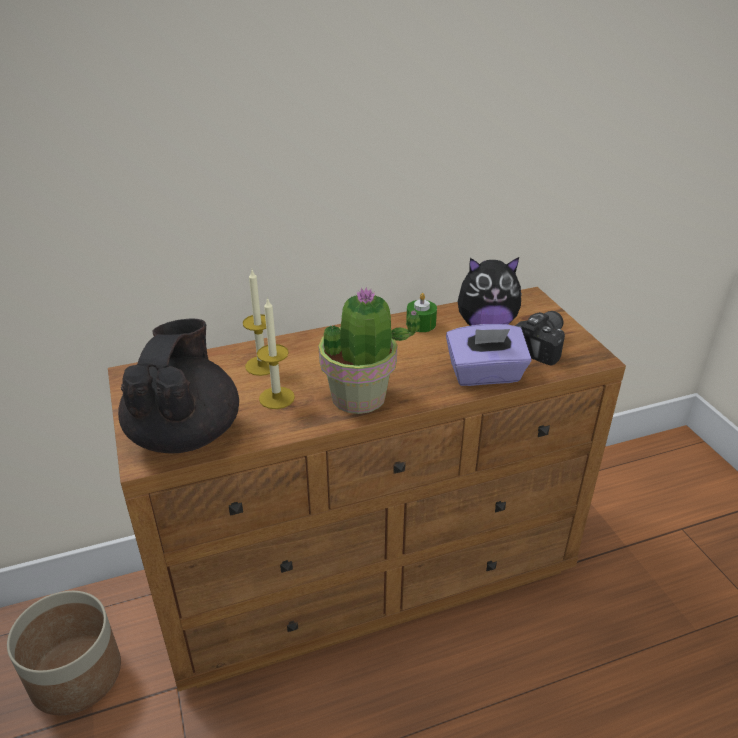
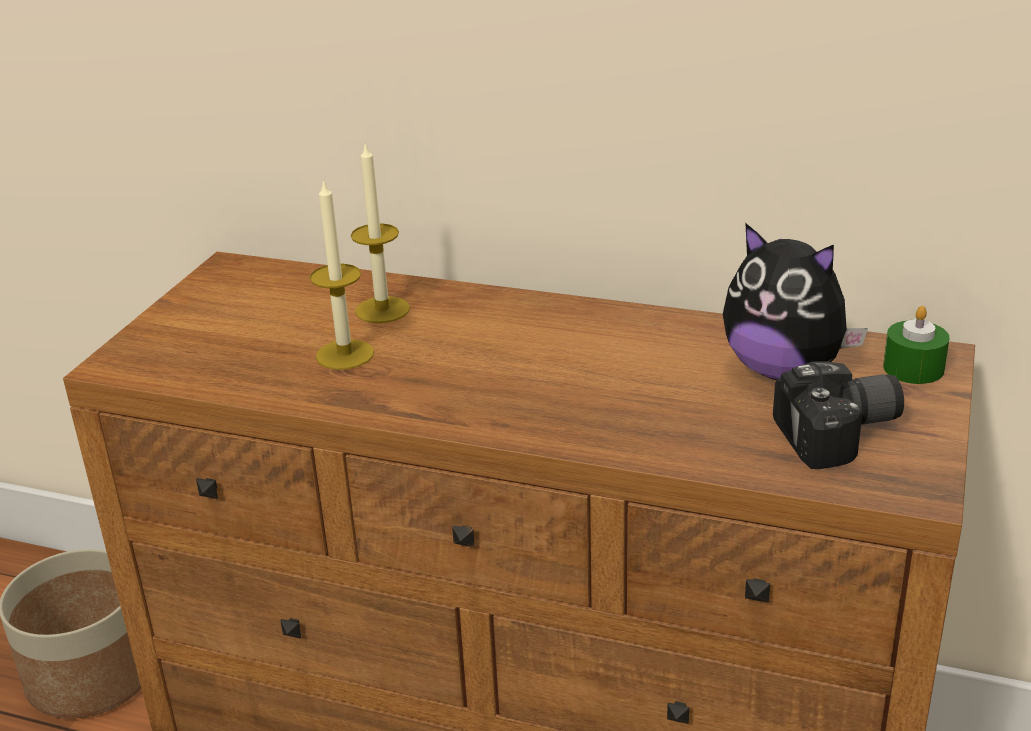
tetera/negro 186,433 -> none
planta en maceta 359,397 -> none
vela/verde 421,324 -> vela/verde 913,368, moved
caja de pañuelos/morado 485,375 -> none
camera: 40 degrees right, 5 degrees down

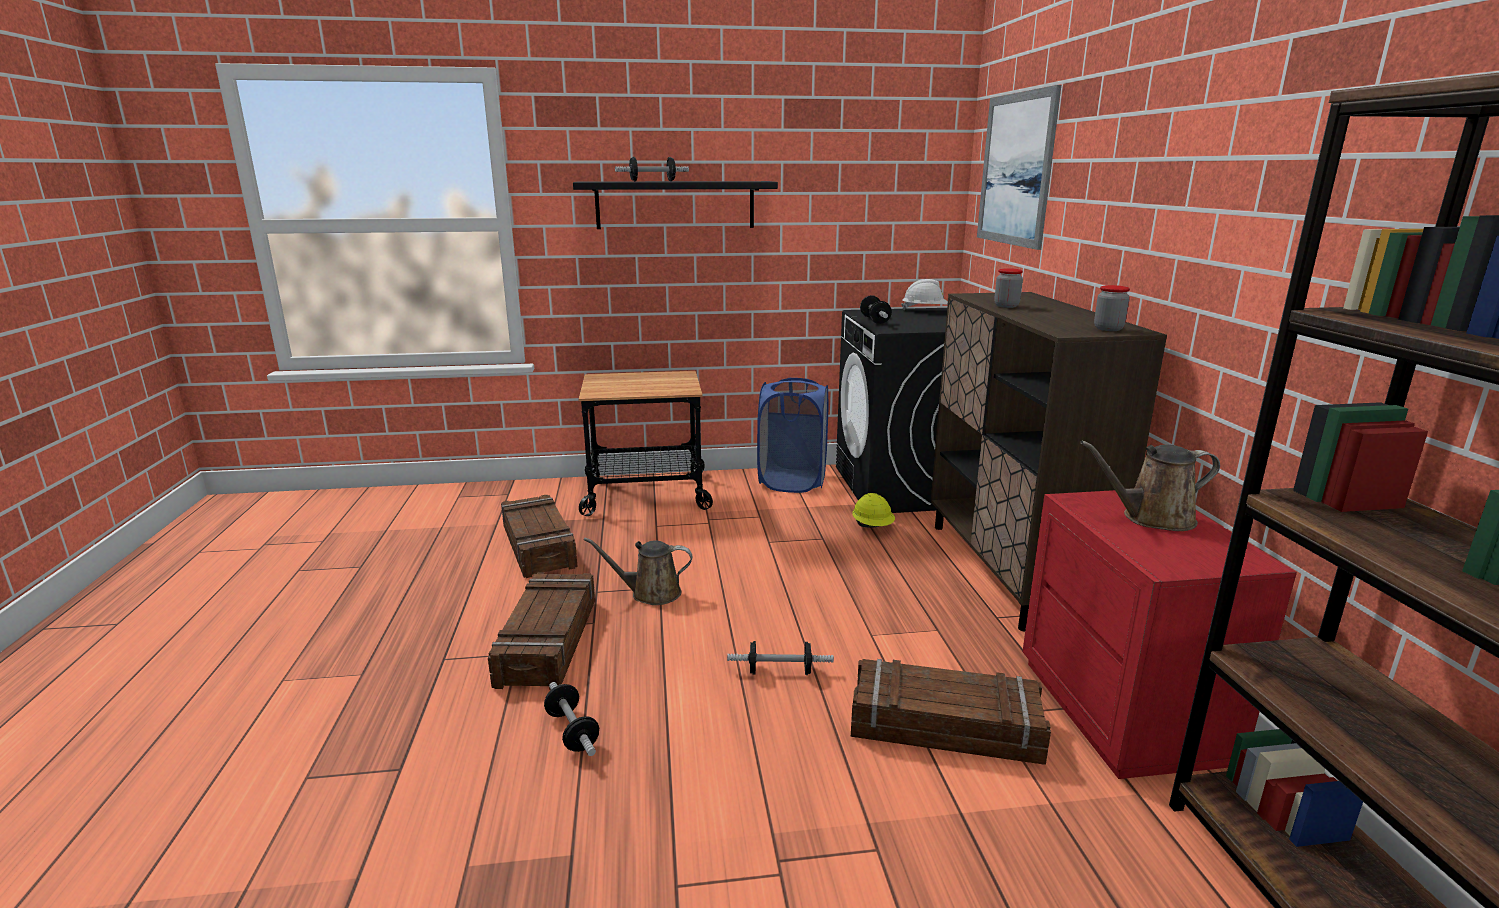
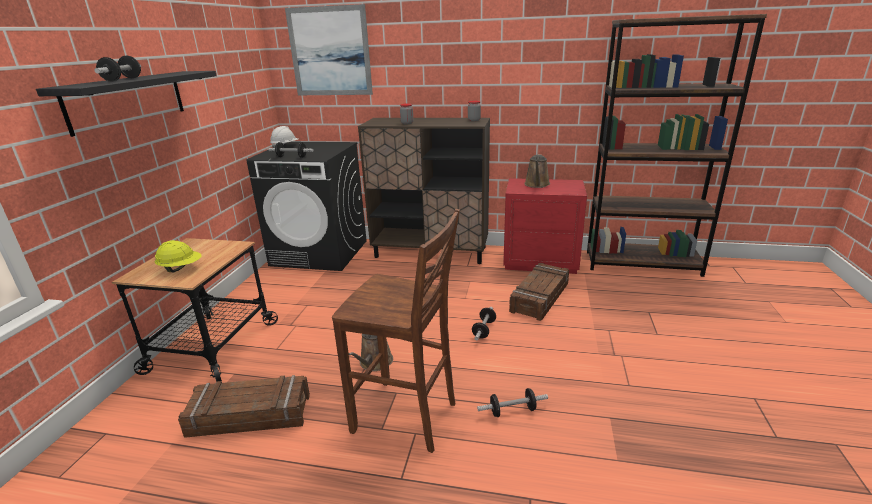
caja de embalaje 546,641 -> taburete/marrón 407,417
cesto de la ropa/azul 792,481 -> none
casco/amarillo 873,527 -> casco/amarillo 181,269, moved
camera: 70 degrees left, 5 degrees up

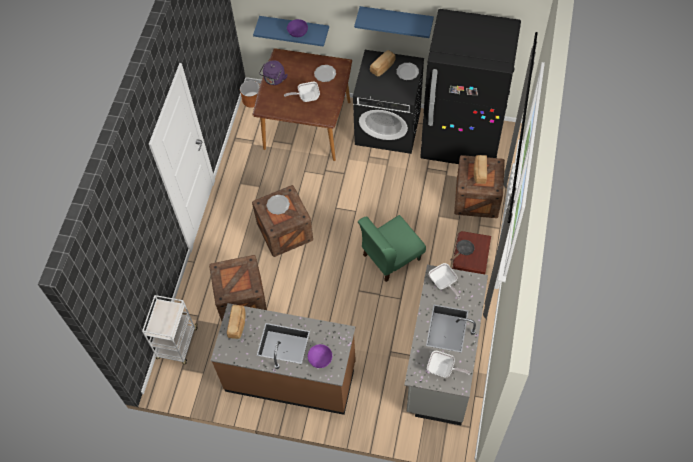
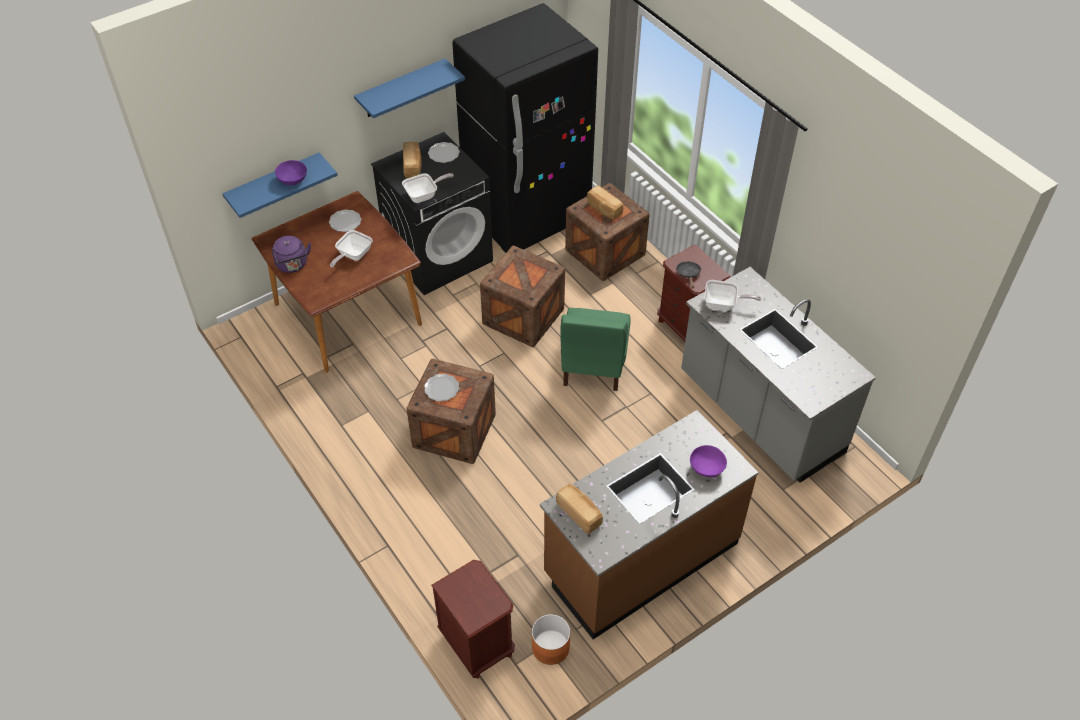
carrito/blanco 177,344 -> mesita de noche/marrón 477,644
caja de embalaje 241,299 -> caja de embalaje 523,316, moved
maceta/naranja 252,99 -> maceta/naranja 550,647, moved
sartén 443,369 -> sartén 424,195, moved
camera: 50 degrees left, 10 degrees down

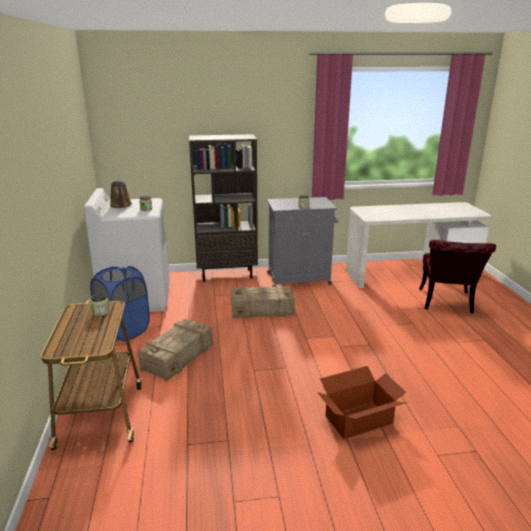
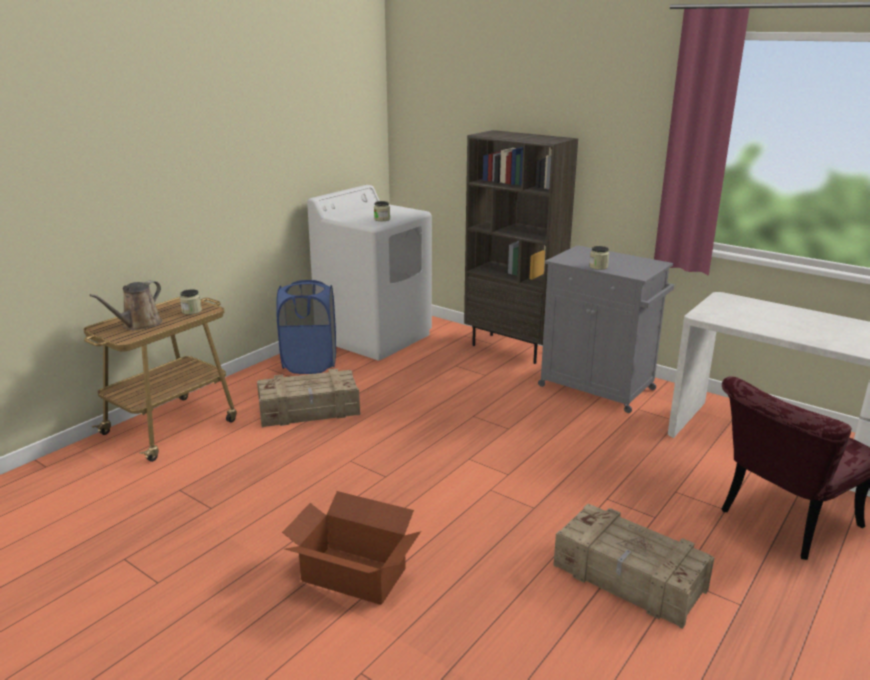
regadera/marrón 121,205 -> regadera/marrón 139,325, moved
caja de embalaje 262,310 -> caja de embalaje 629,578, moved
camera: 45 degrees right, 0 degrees up

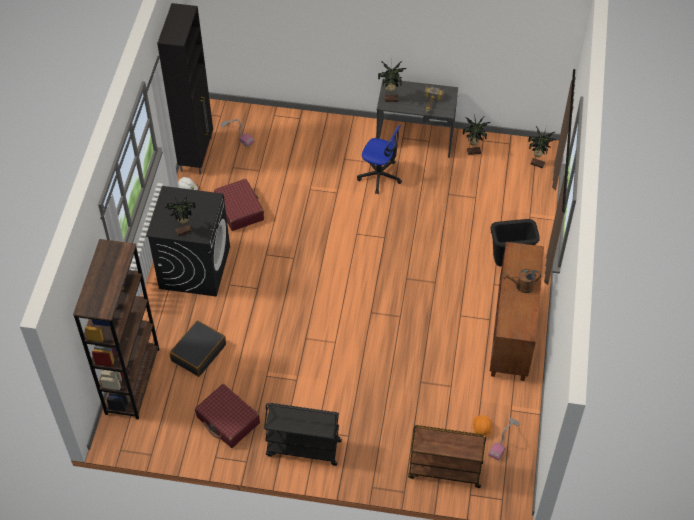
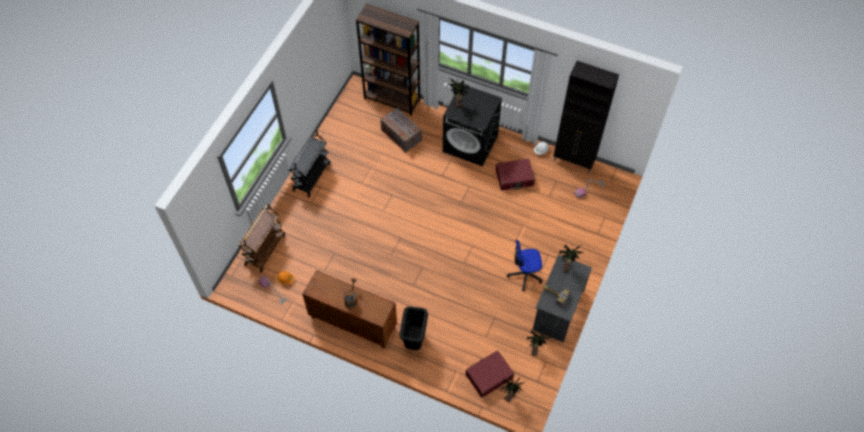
maleta/negro 198,352 -> caja de embalaje 401,135
maleta/rojo 228,420 -> maleta/rojo 489,376, moved
silla de oficina 379,176 -> silla de oficina 524,274, 45 degrees clockwise
camera: 105 degrees right, 5 degrees up

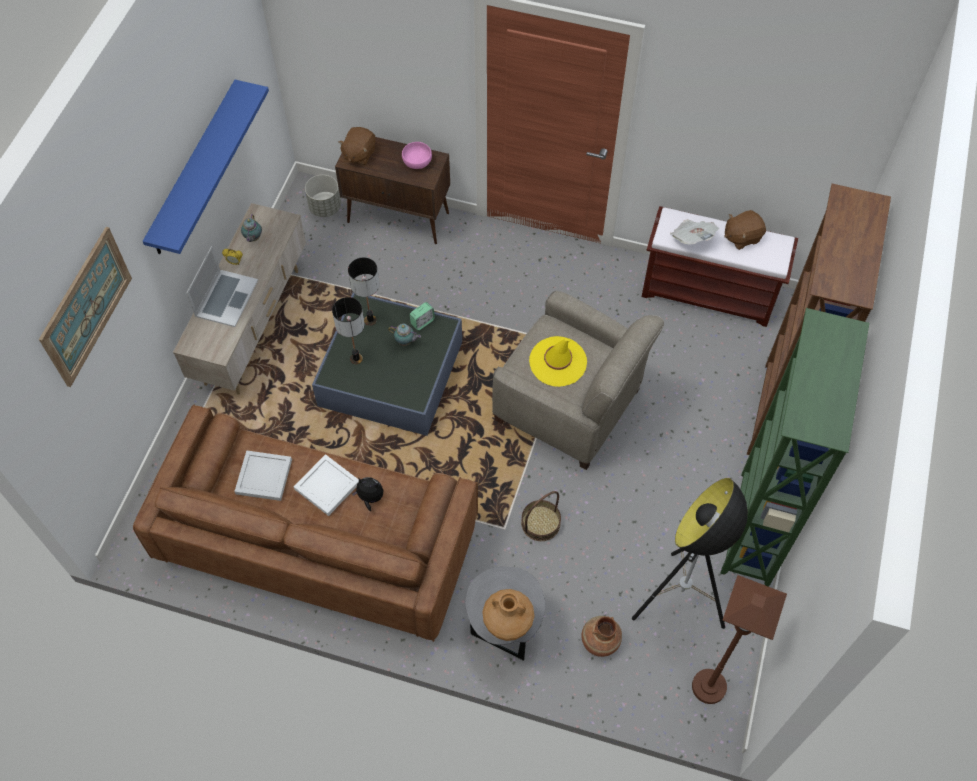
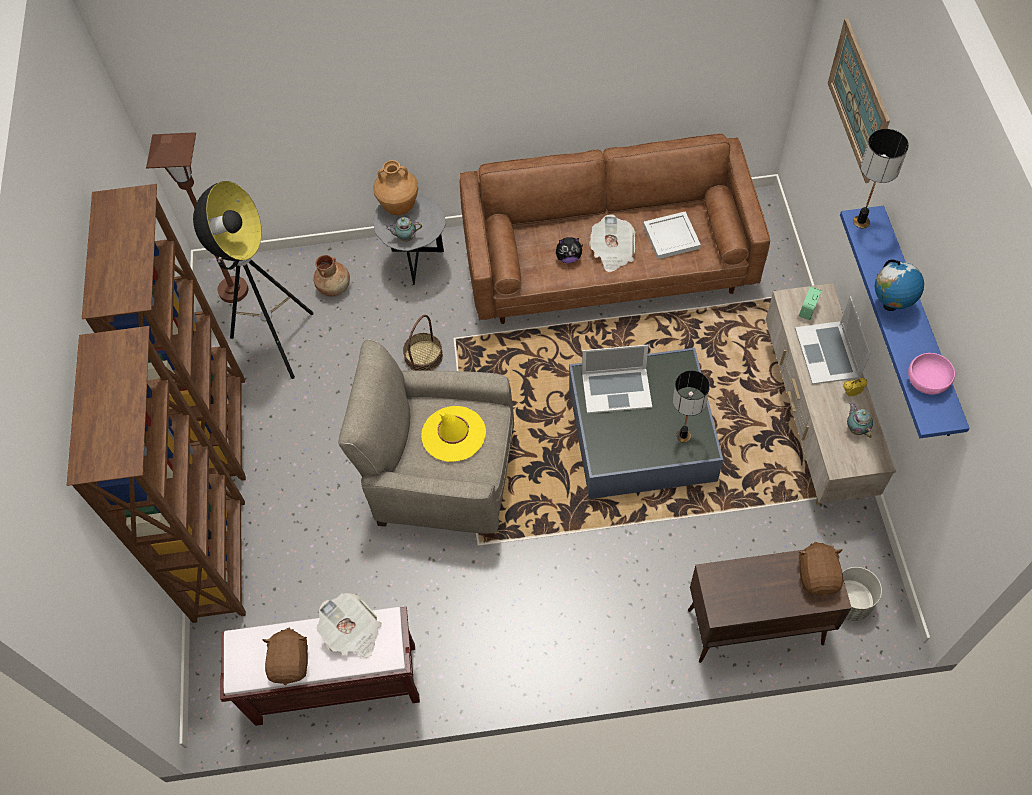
bandeja/blanco 327,485 -> periódico 612,252
lámpara de mesa 356,359 -> lámpara de mesa 861,221, moved
tetera 405,342 -> tetera 405,238, moved
cuenco/rosa 416,162 -> cuenco/rosa 927,380, moved
despertador 422,322 -> despertador 807,310, moved
estantería/verde 753,529 -> estantería/marrón 222,430
peluche/marrón 742,237 -> peluche/marrón 291,662, 45 degrees counterclockwise
none -> portátil 616,389
none -> globo terráqueo 890,305
camera: 160 degrees right, 0 degrees up

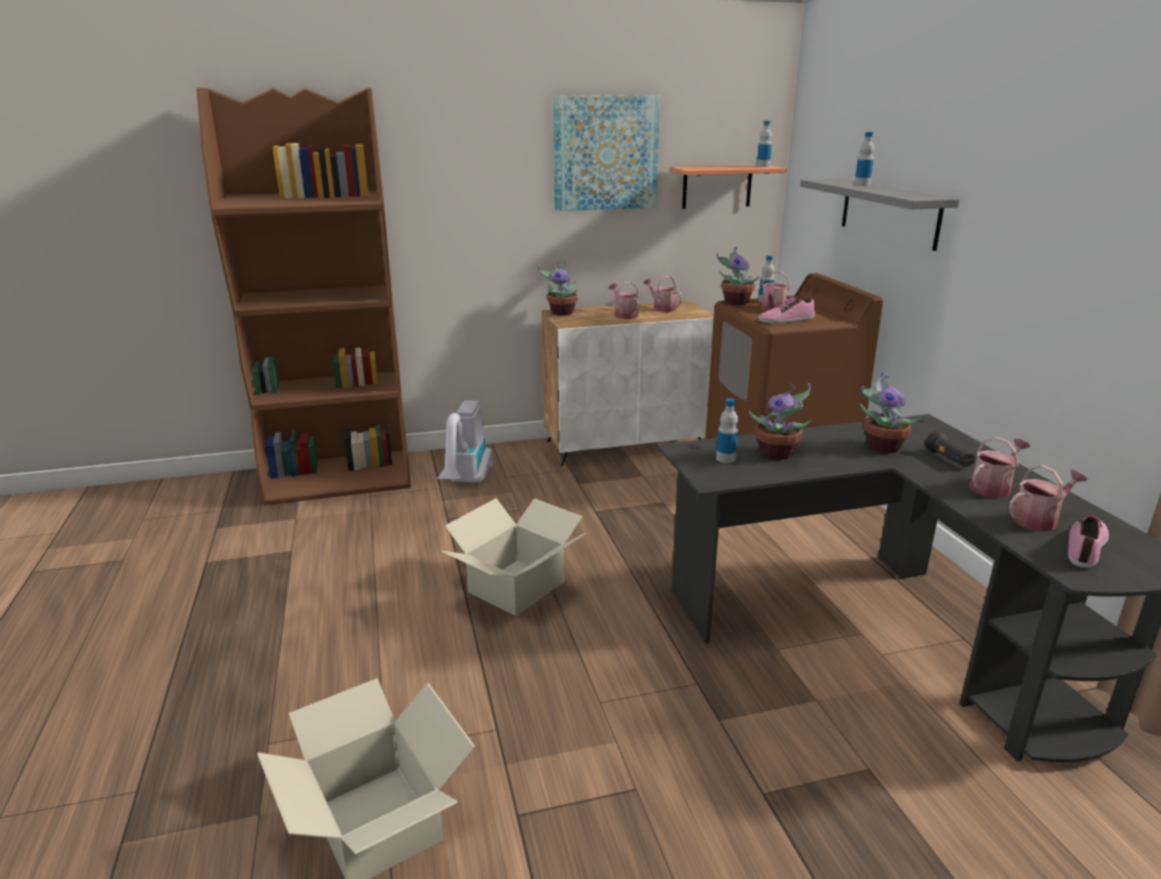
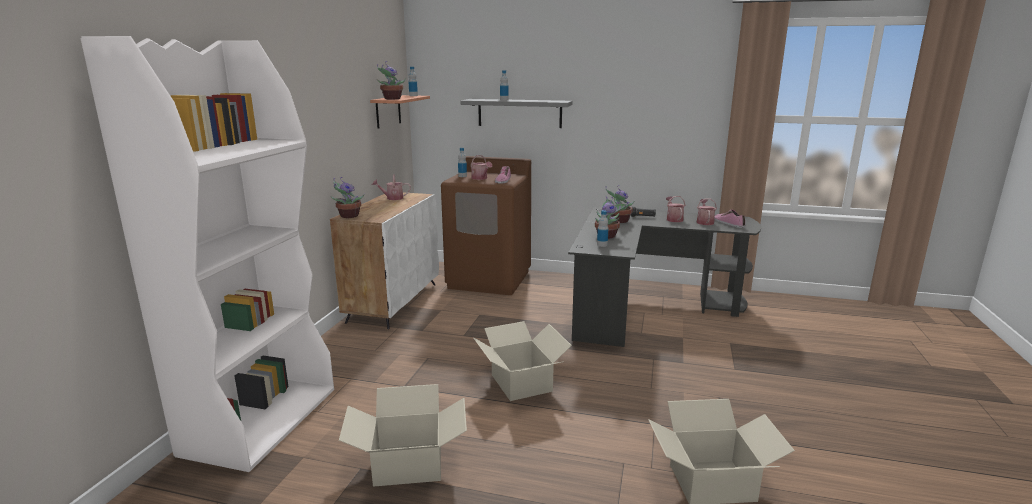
estantería/marrón 340,478 -> estantería/blanco 261,420
aspiradora 466,483 -> none
cuadro 605,153 -> none
regadera 624,315 -> none
planta en maceta 735,302 -> planta en maceta 391,99, moved
none -> caja de cartón 408,463
camera: 60 degrees left, 5 degrees down

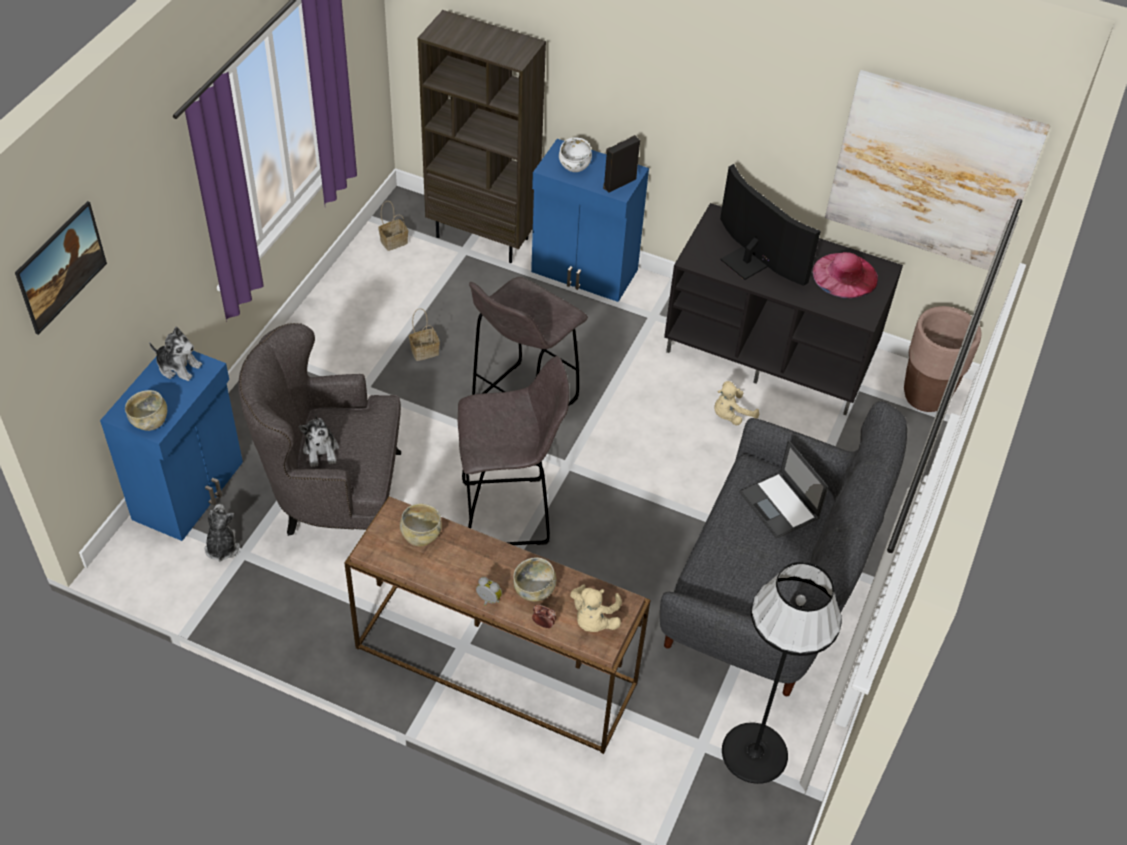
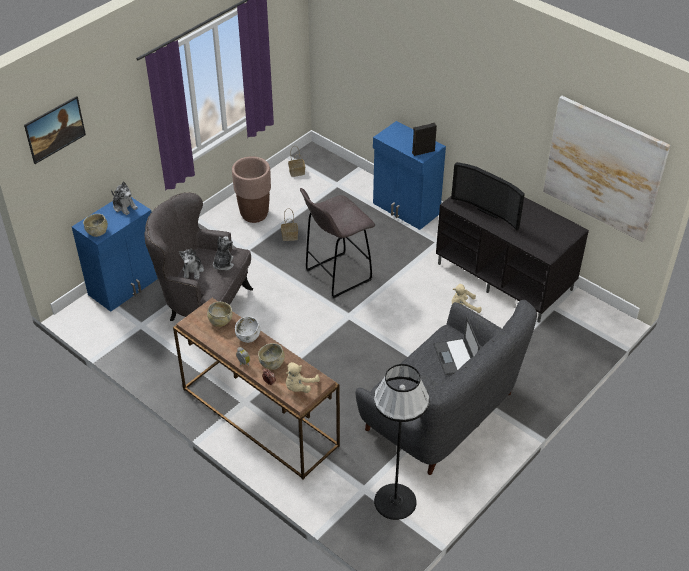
peluche 222,547 -> peluche 223,264, moved
estantería/marrón 483,237 -> none
taburete/gris 509,513 -> none
cuenco/blanco 574,166 -> cuenco/blanco 248,337, moved
televisor 751,260 -> televisor 490,210, 150 degrees clockwise
sombrero/rosa 845,275 -> none
maceta/marrón 925,396 -> maceta/marrón 254,214, moved
camera: 20 degrees right, 5 degrees down

